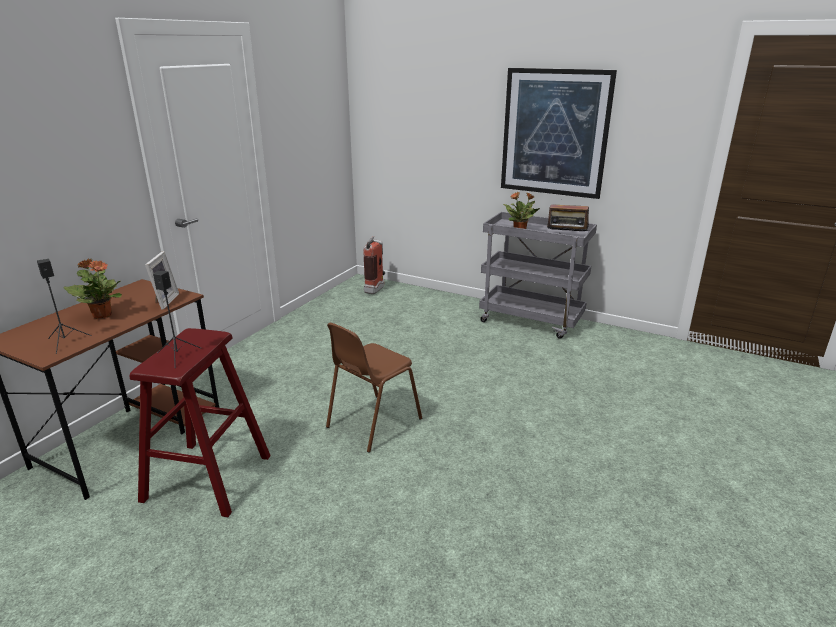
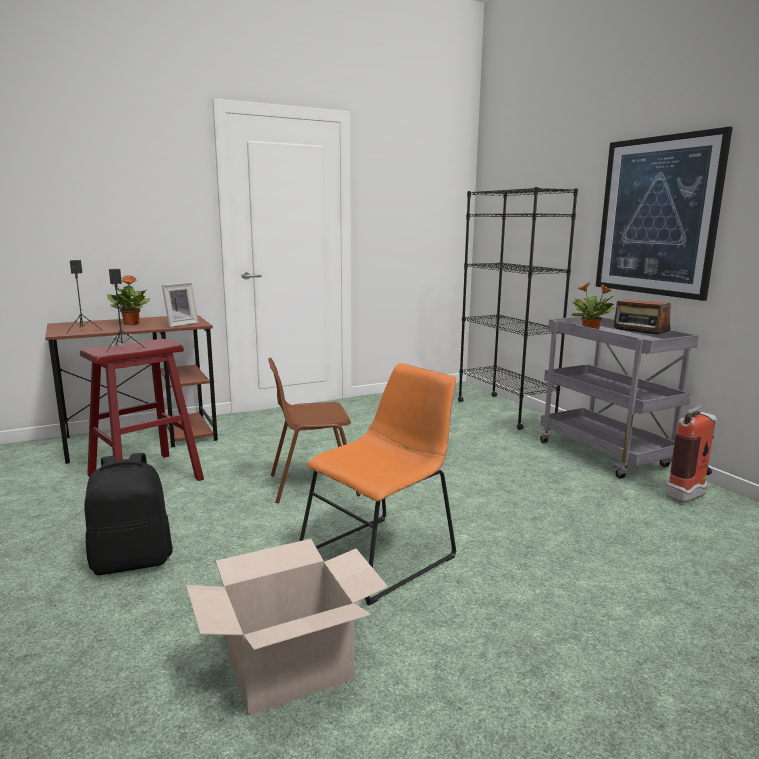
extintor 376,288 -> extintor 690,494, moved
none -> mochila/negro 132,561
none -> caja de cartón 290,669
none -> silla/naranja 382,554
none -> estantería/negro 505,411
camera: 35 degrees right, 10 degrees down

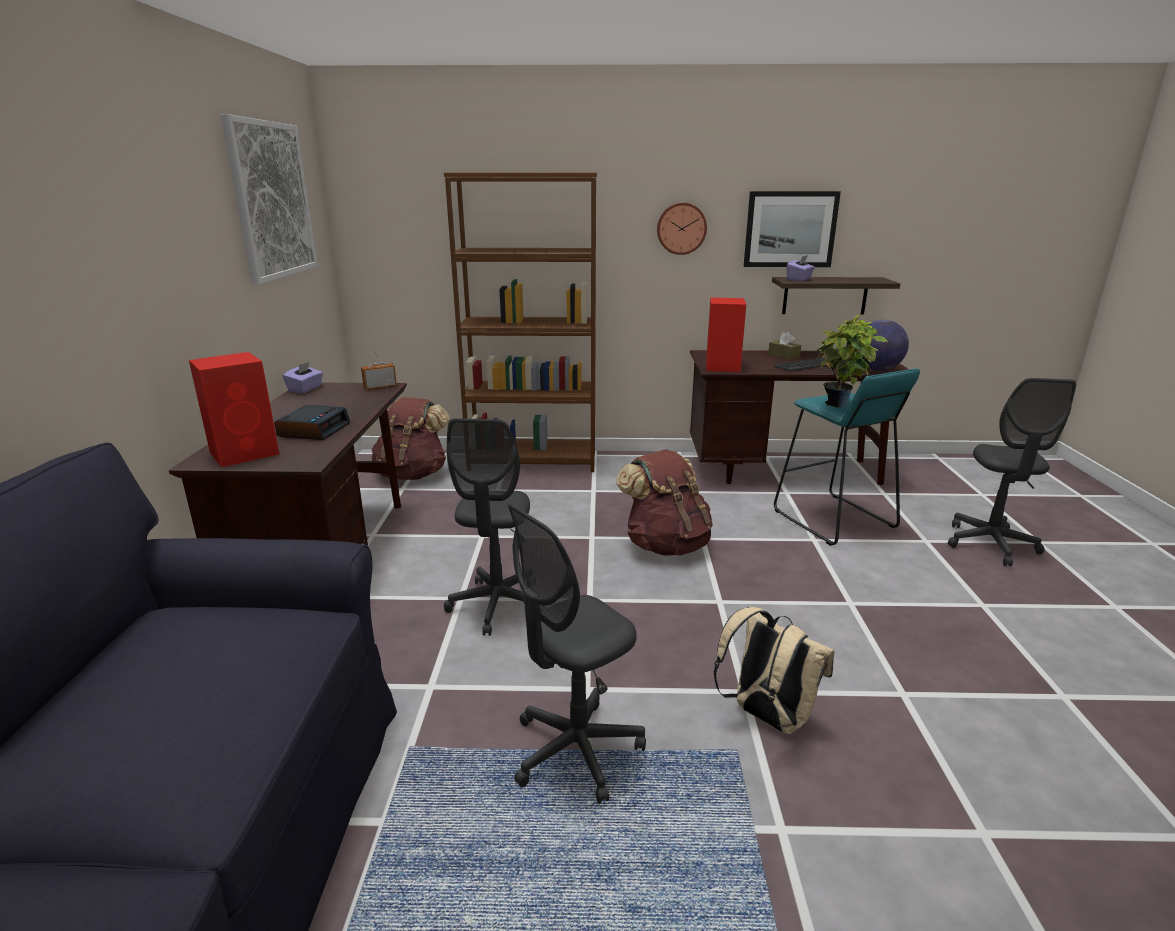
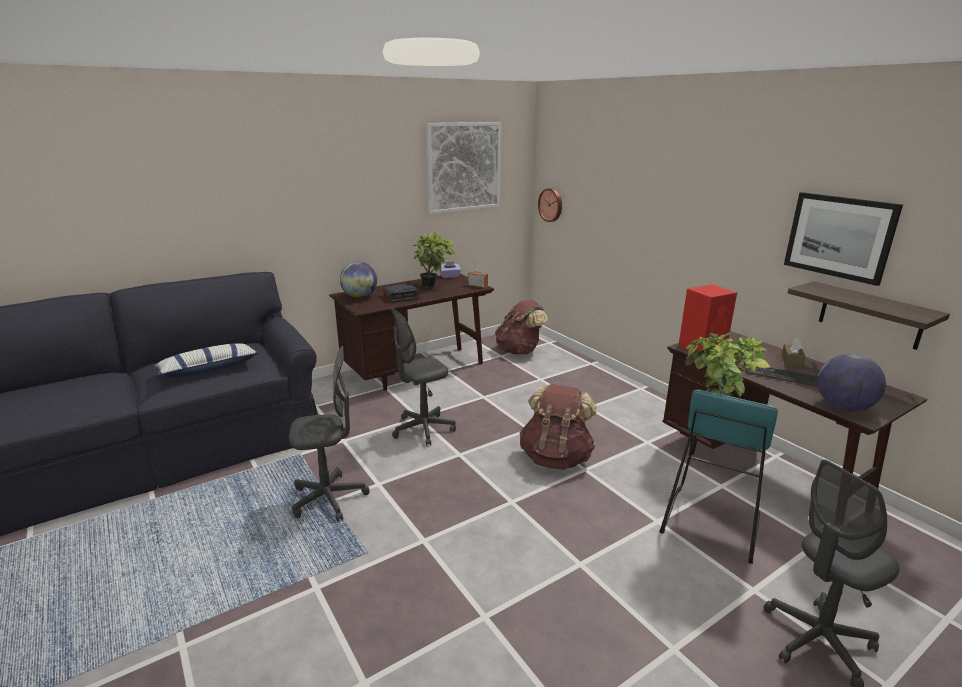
altavoz/rojo 246,453 -> globo terráqueo 360,297
estantería/marrón 533,461 -> none
silla de oficina/gris 576,751 -> silla de oficina/gris 329,499, 150 degrees clockwise
reloj de pared 681,228 -> reloj de pared 551,205, moved
mochila/beis 766,716 -> none
caja de pañuelos/morado 799,279 -> none
none -> cojín 209,369
none -> planta en maceta 433,286
camera: 55 degrees right, 0 degrees up

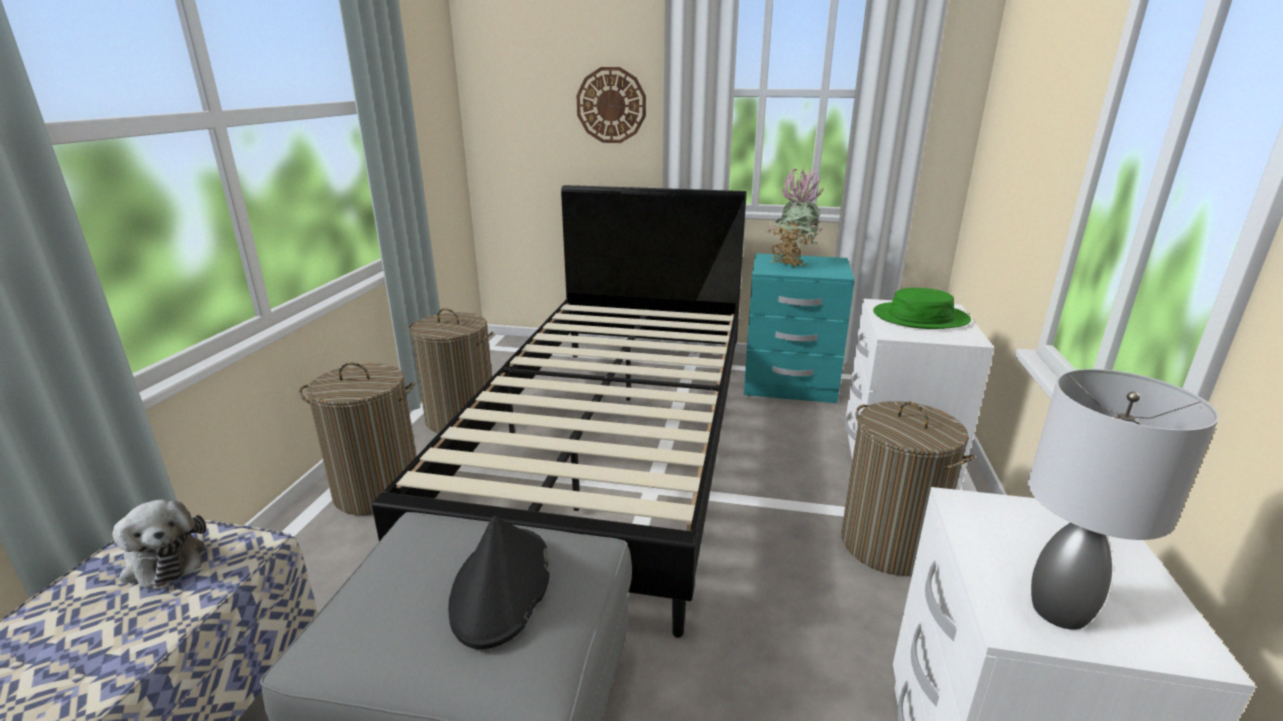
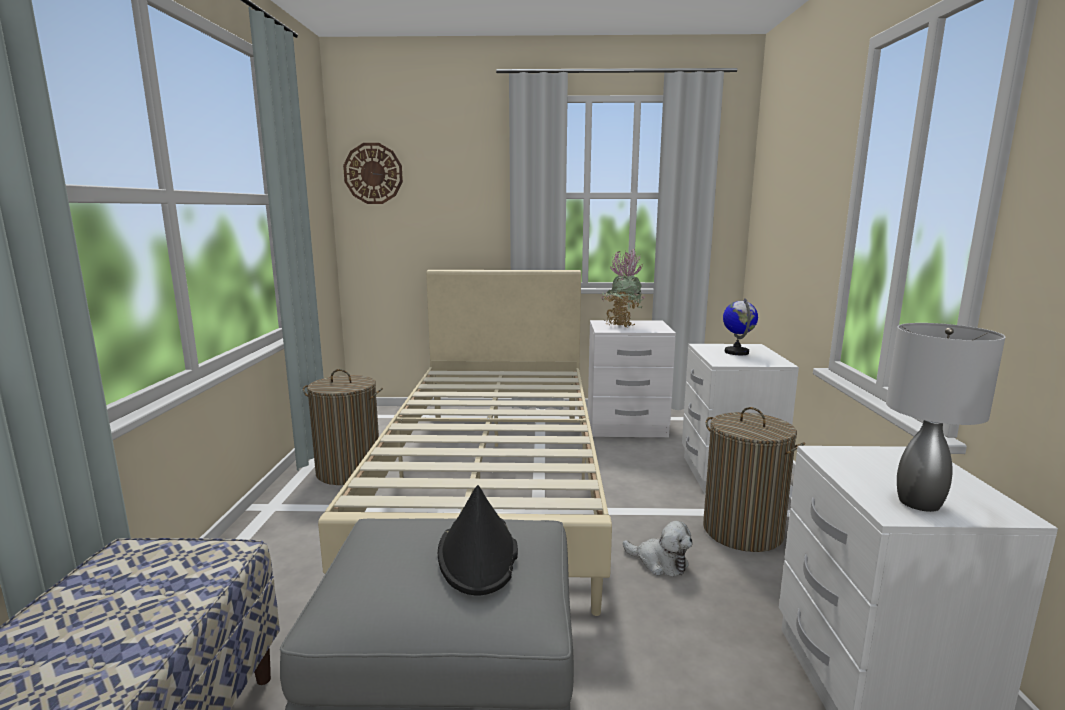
peluche 164,559 -> peluche 660,562, moved
cesto de la ropa 378,490 -> none
cama/negro 611,447 -> cama/beis 492,483
reloj de pared 611,105 -> reloj de pared 373,173, moved
mesita de noche/turquesa 789,385 -> mesita de noche/blanco 626,427
sombrero/verde 920,317 -> globo terráqueo 736,352
camera: 10 degrees left, 10 degrees down

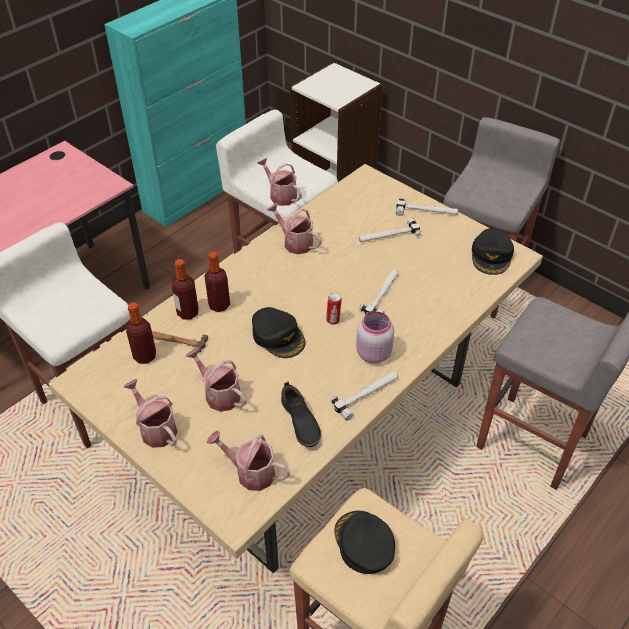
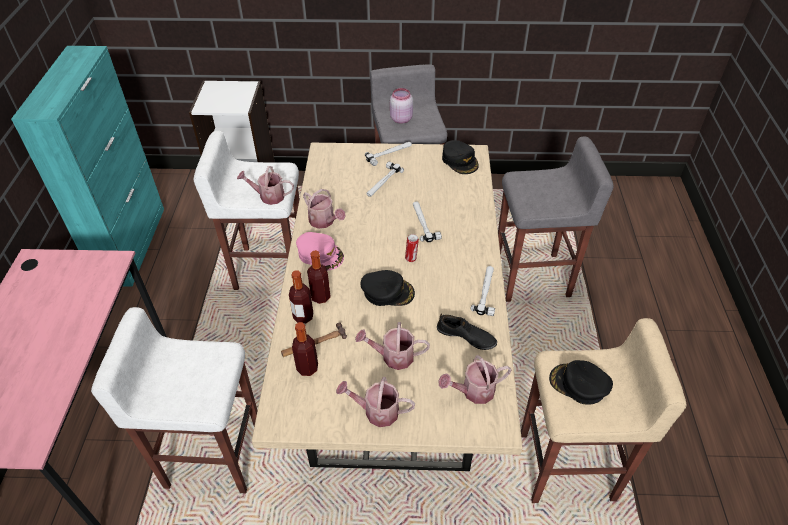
regadera 295,242 -> regadera 324,222, 135 degrees counterclockwise
tarro/rosa 373,353 -> tarro/rosa 400,119, moved
none -> gorra/rosa 320,254
camera: 40 degrees left, 0 degrees up

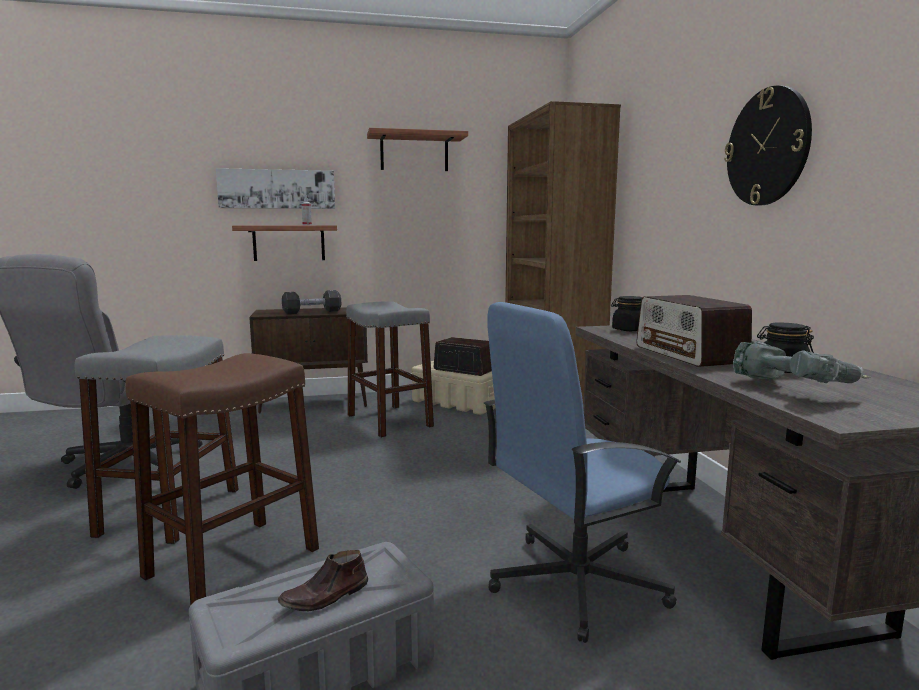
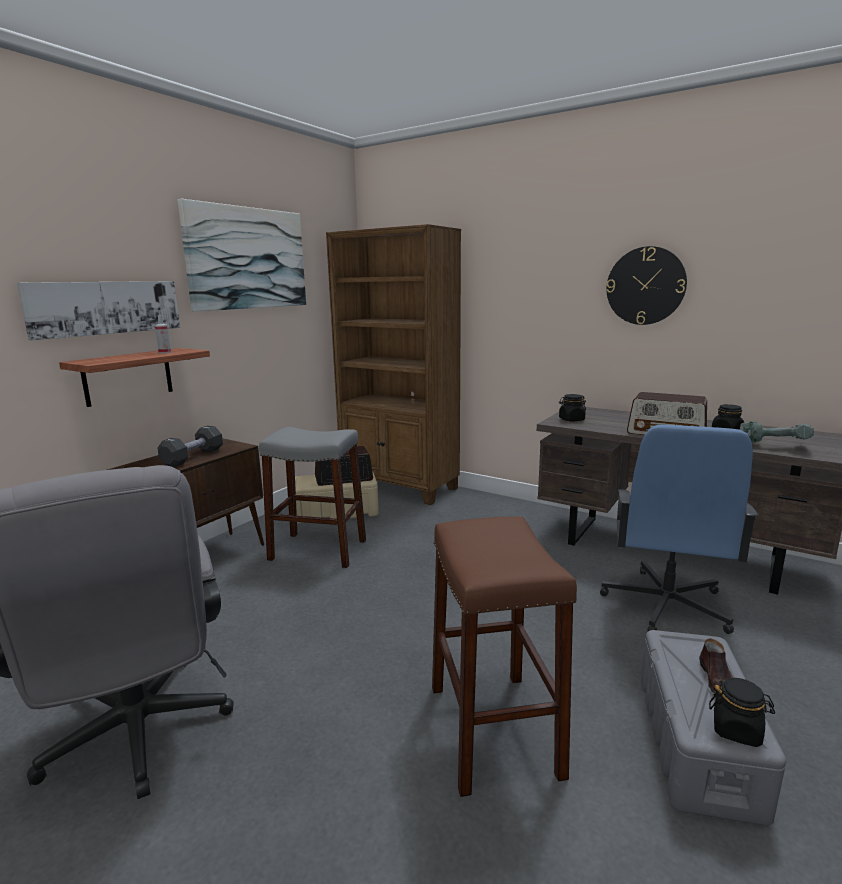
taburete/gris 170,512 -> none
estante 414,152 -> cuadro 247,258
none -> tarro/negro 737,730
camera: 45 degrees left, 5 degrees up

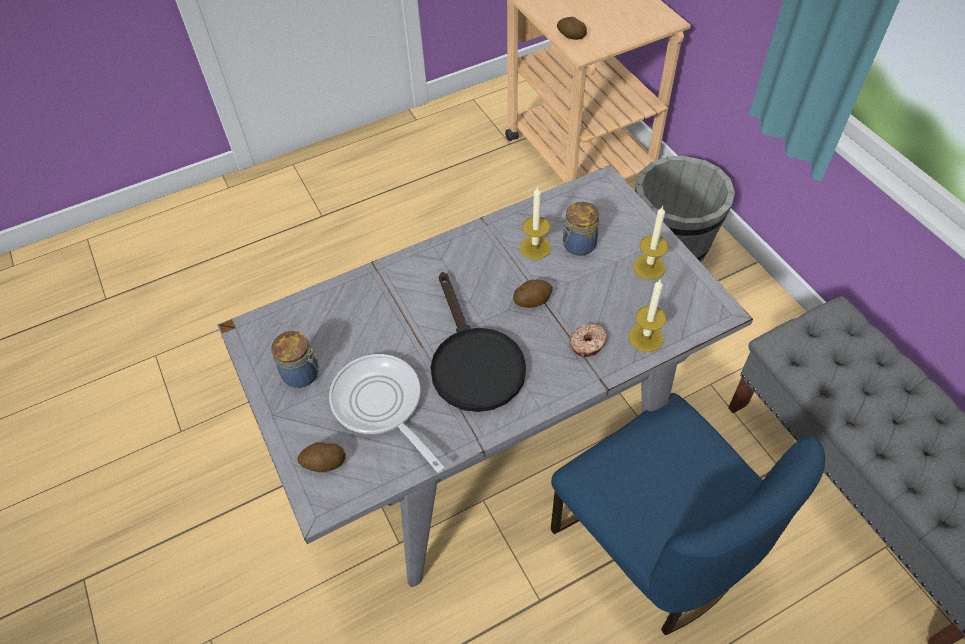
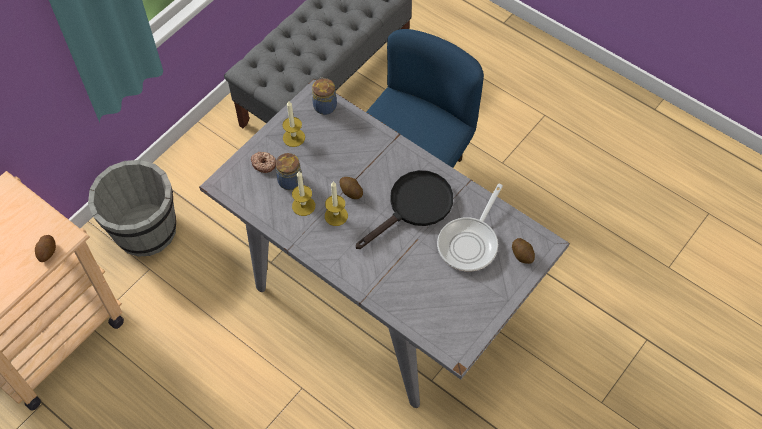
tarro 303,374 -> tarro 325,105, moved
rosquilla 588,344 -> rosquilla 264,164, moved
vela 646,337 -> vela 336,216, moved
camera: 115 degrees left, 5 degrees up

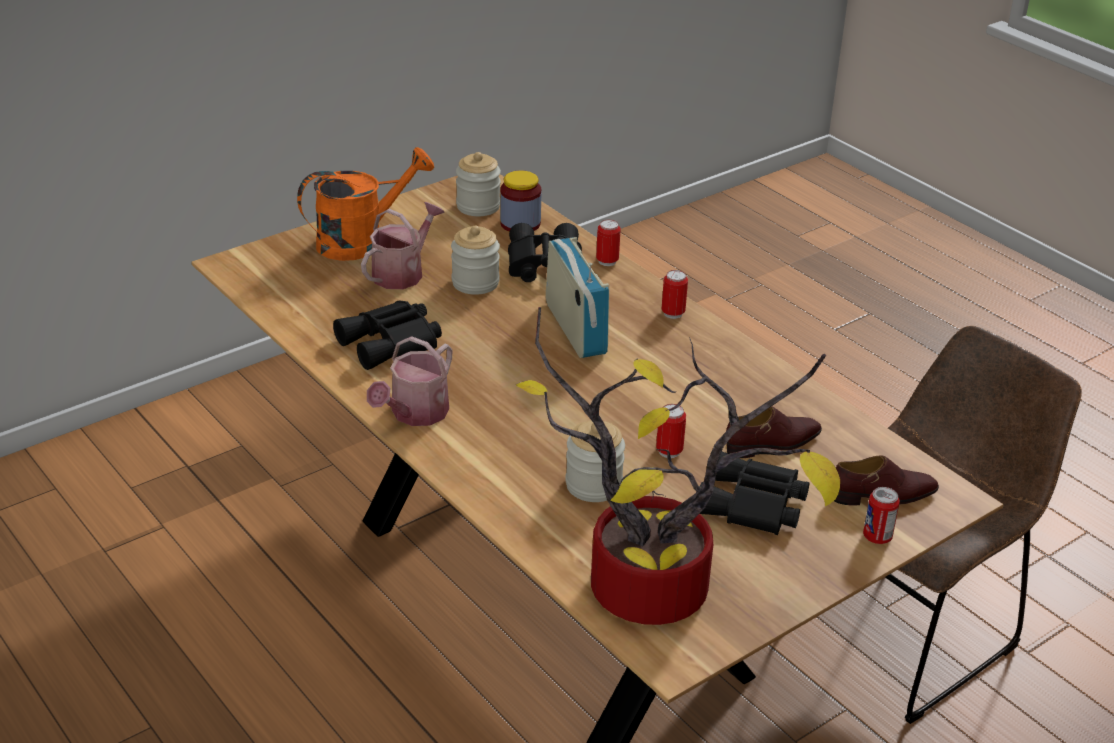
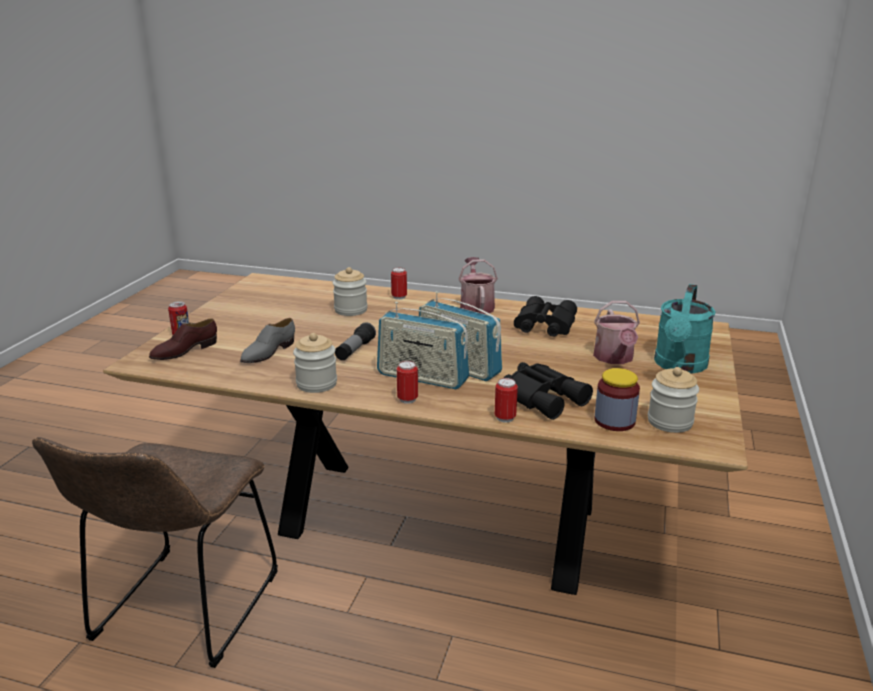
regadera/naranja 361,241 -> regadera/turquesa 679,366
tarro 475,283 -> tarro 316,384, moved
planta en maceta 658,585 -> none
lata 669,451 -> lata 399,297, moved
prismáticos/negro 753,506 -> none
zapato/marrón 773,444 -> zapato/gris 268,352
none -> linterna 355,350
none -> radio 422,377
camera: 145 degrees right, 10 degrees down

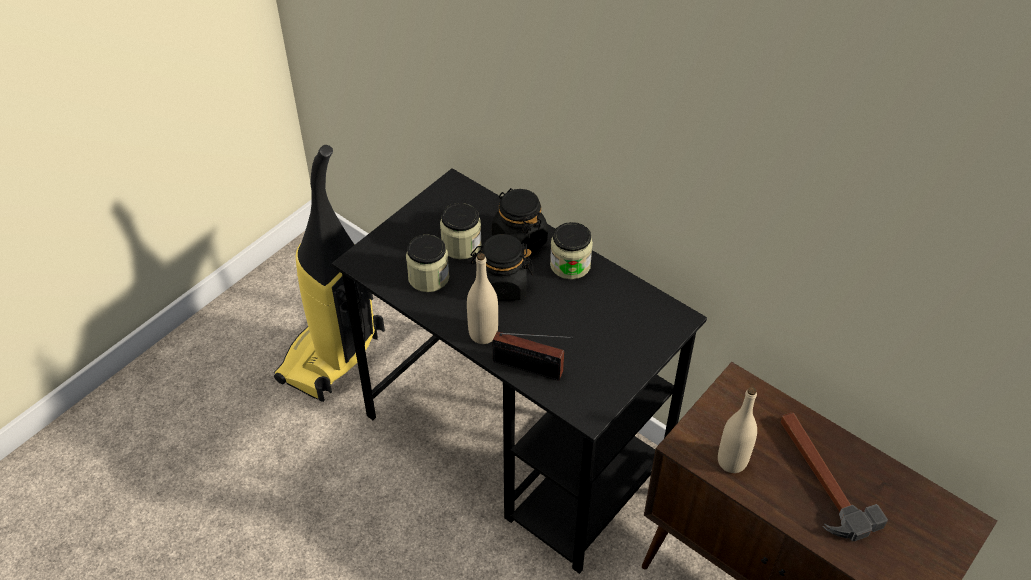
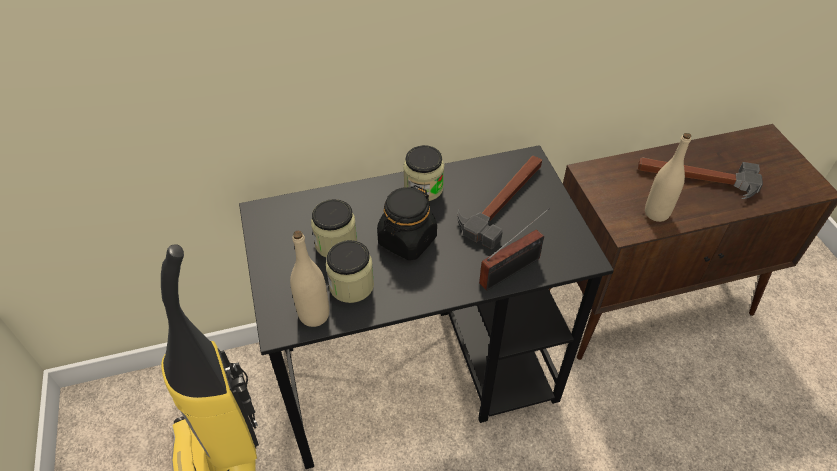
botella/beis 483,334 -> botella/beis 314,315, moved
tarro/negro 519,239 -> none
none -> martillo 504,200
camera: 55 degrees left, 0 degrees up

